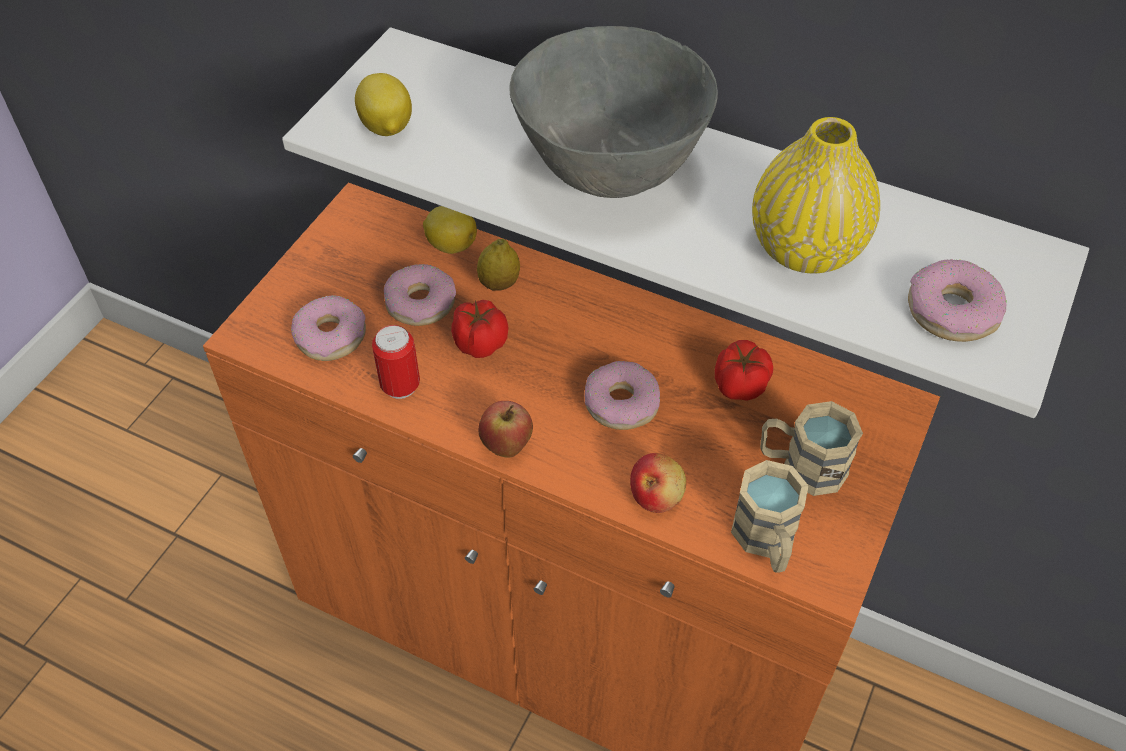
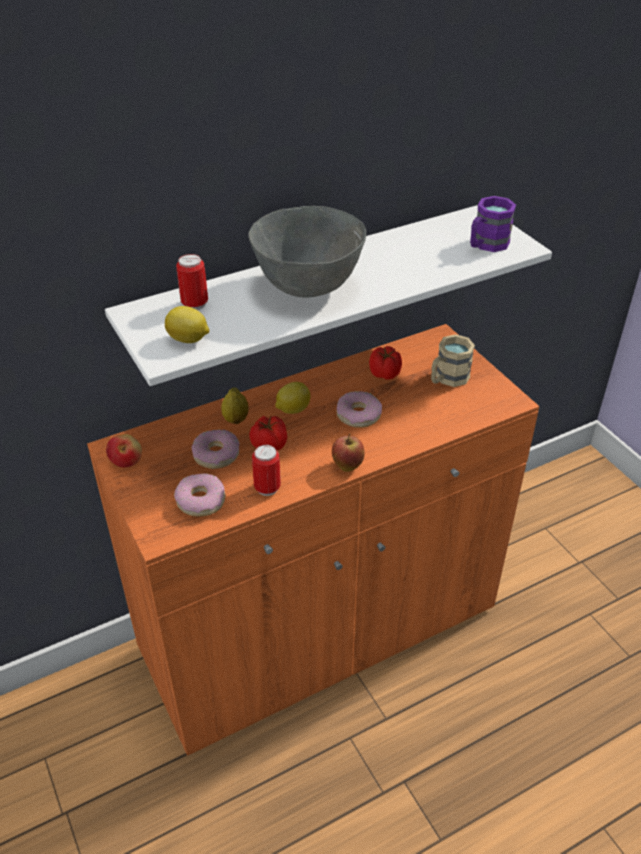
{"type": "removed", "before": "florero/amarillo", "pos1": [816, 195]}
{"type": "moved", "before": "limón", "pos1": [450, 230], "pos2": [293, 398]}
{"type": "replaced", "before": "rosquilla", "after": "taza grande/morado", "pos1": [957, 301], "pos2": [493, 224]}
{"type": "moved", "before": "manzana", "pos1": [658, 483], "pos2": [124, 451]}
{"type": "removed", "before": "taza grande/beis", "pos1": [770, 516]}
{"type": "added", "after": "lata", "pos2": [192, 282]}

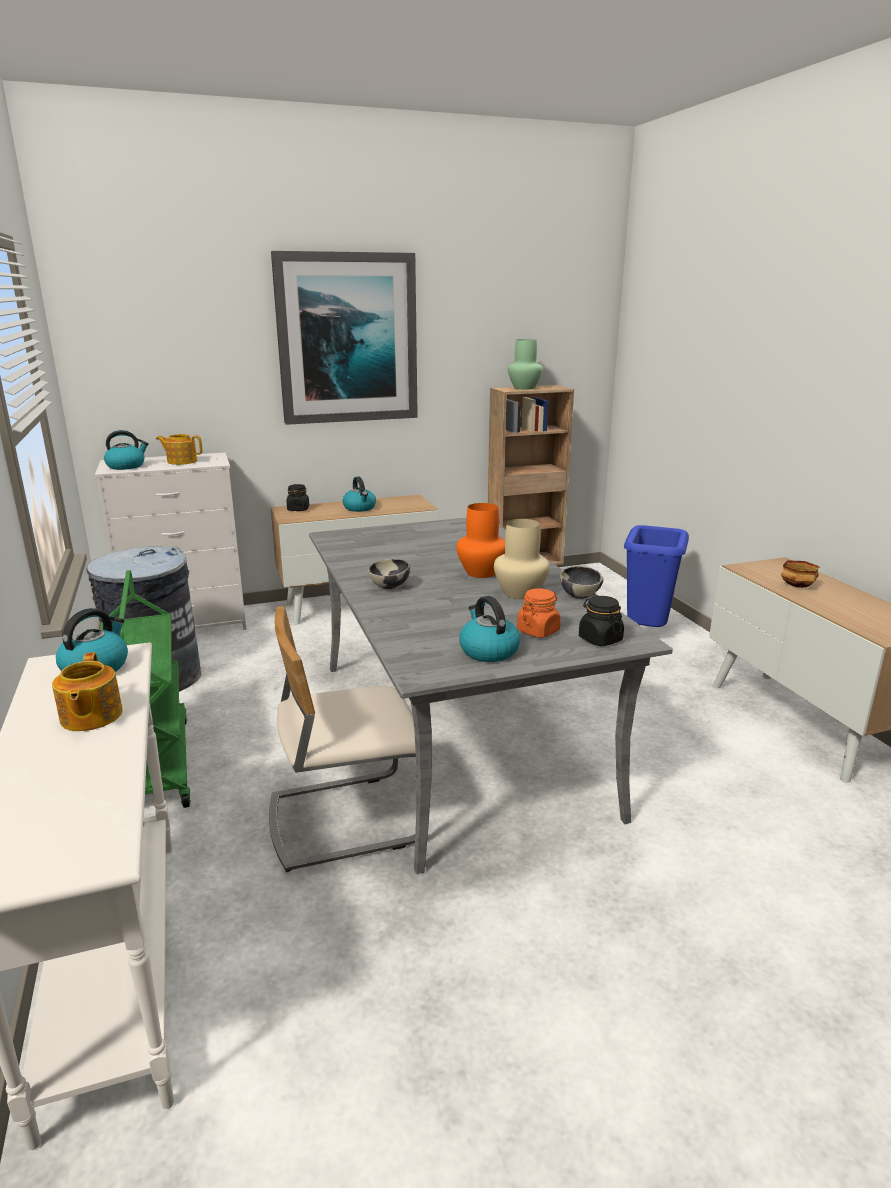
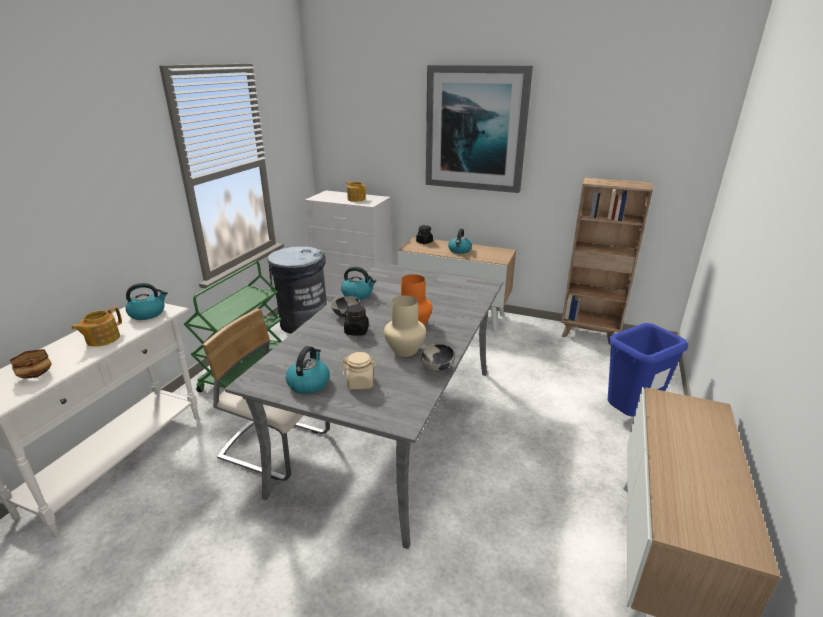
{"type": "removed", "before": "florero/verde", "pos1": [525, 364]}
{"type": "moved", "before": "hervidor", "pos1": [126, 450], "pos2": [358, 283]}
{"type": "moved", "before": "cuenco", "pos1": [800, 574], "pos2": [31, 364]}
{"type": "recoloured", "before": "tarro/naranja", "after": "tarro/beis", "pos1": [539, 613], "pos2": [360, 370]}
{"type": "moved", "before": "tarro/negro", "pos1": [601, 621], "pos2": [356, 320]}

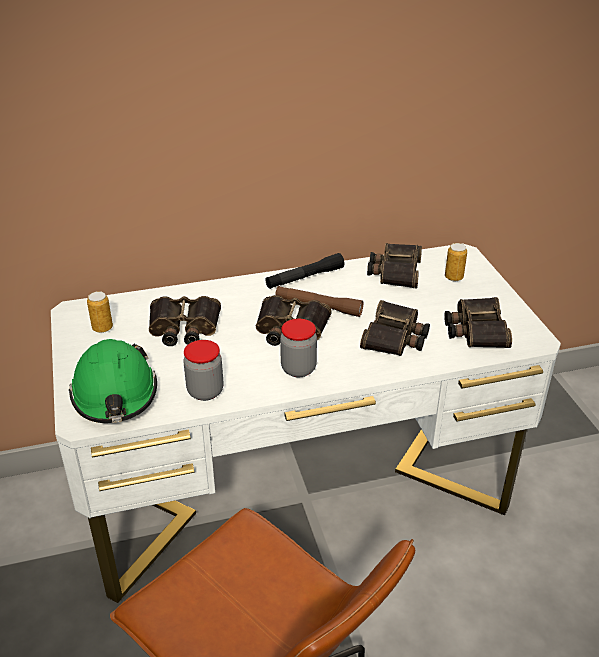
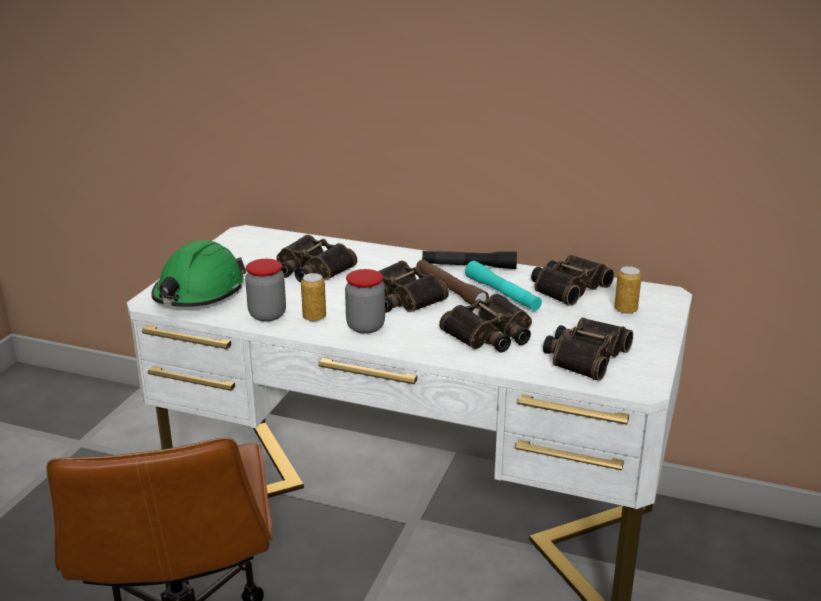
{"type": "moved", "before": "lata", "pos1": [100, 312], "pos2": [313, 297]}
{"type": "added", "after": "linterna/turquesa", "pos2": [503, 286]}

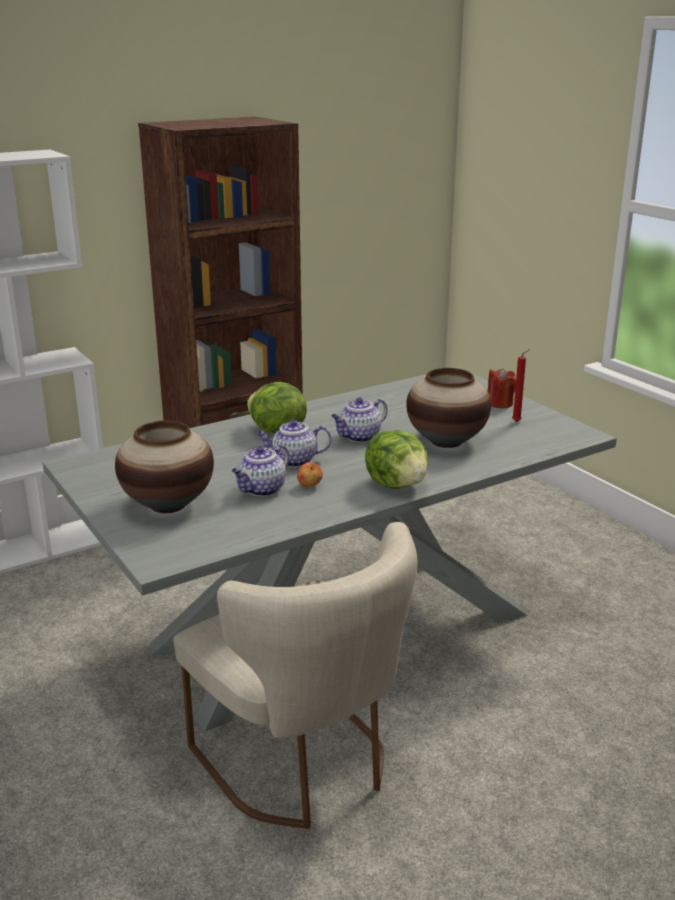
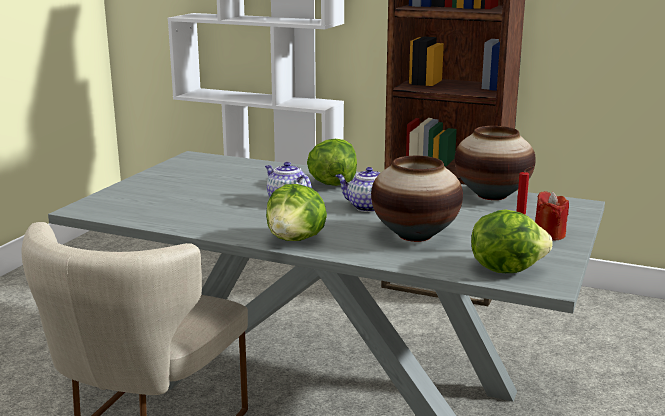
{"type": "moved", "before": "florero", "pos1": [164, 466], "pos2": [495, 163]}
{"type": "removed", "before": "tetera", "pos1": [260, 470]}
{"type": "removed", "before": "manzana", "pos1": [310, 474]}
{"type": "added", "after": "lechuga", "pos2": [512, 241]}

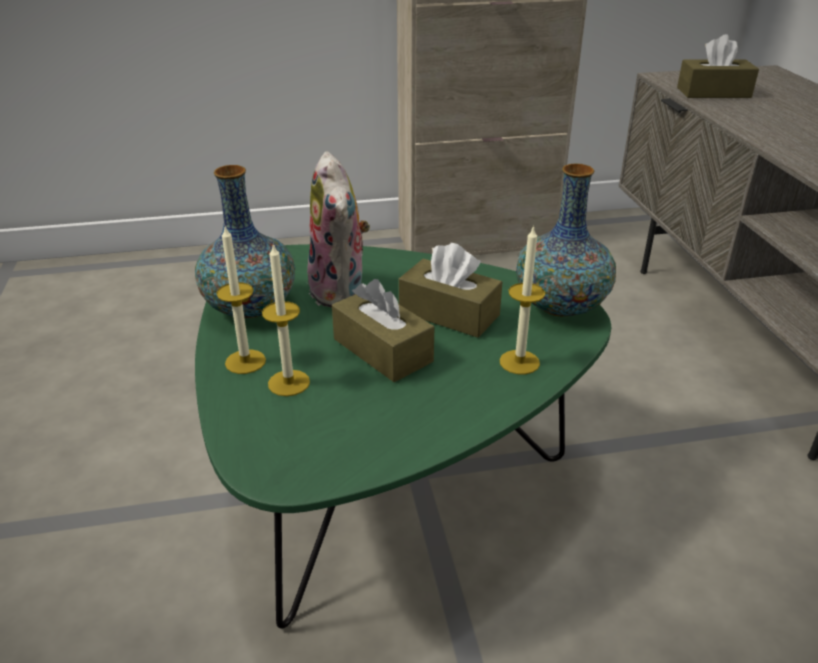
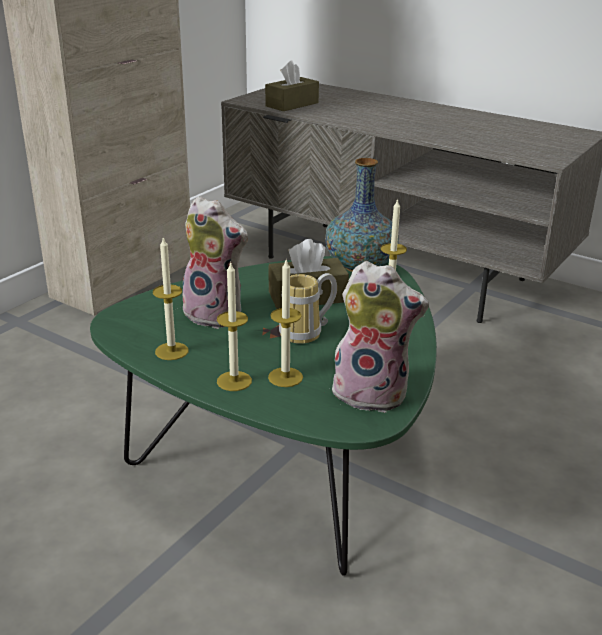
{"type": "replaced", "before": "florero", "after": "vela", "pos1": [245, 241], "pos2": [170, 298]}
{"type": "replaced", "before": "caja de pañuelos/marrón", "after": "taza grande", "pos1": [383, 330], "pos2": [308, 308]}
{"type": "added", "after": "peluche", "pos2": [380, 337]}

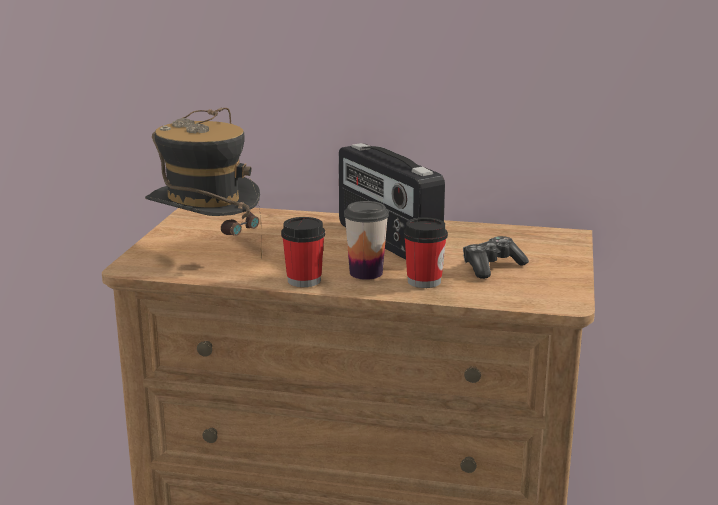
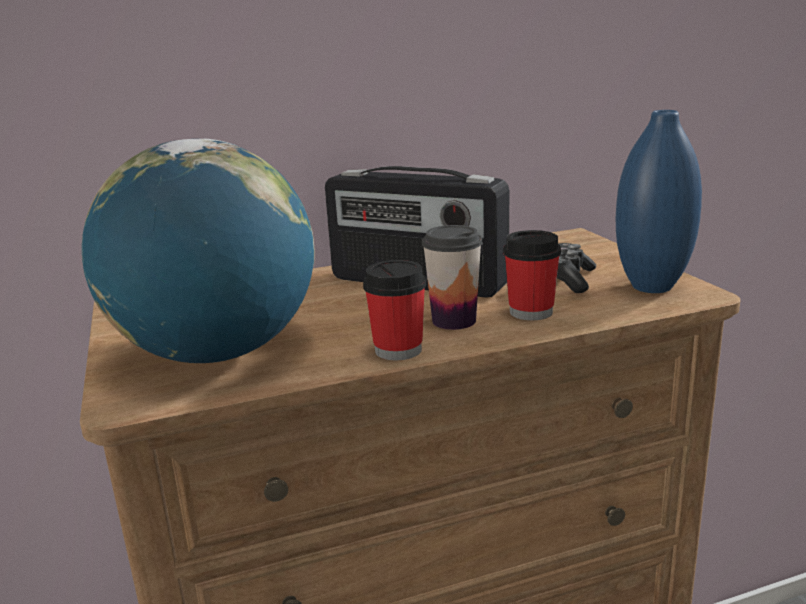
{"type": "replaced", "before": "sombrero", "after": "globo terráqueo", "pos1": [203, 183], "pos2": [198, 251]}
{"type": "added", "after": "florero/azul", "pos2": [659, 201]}

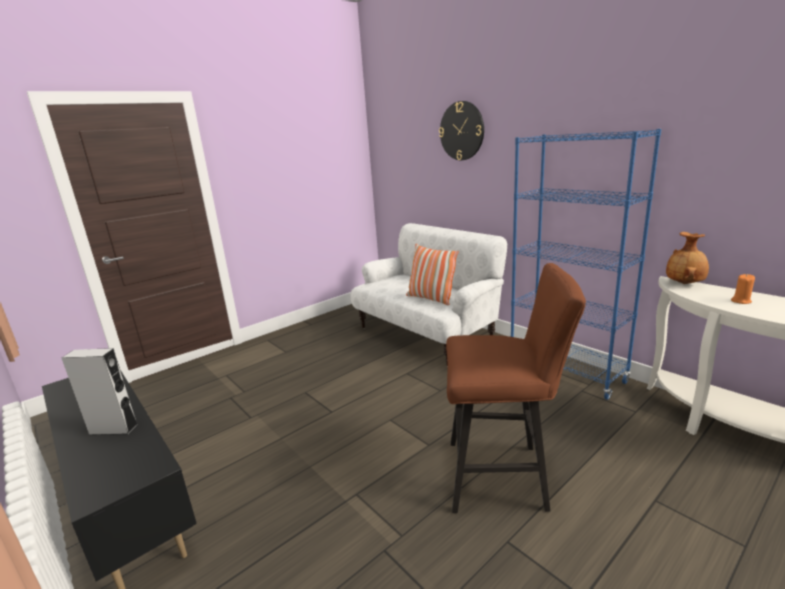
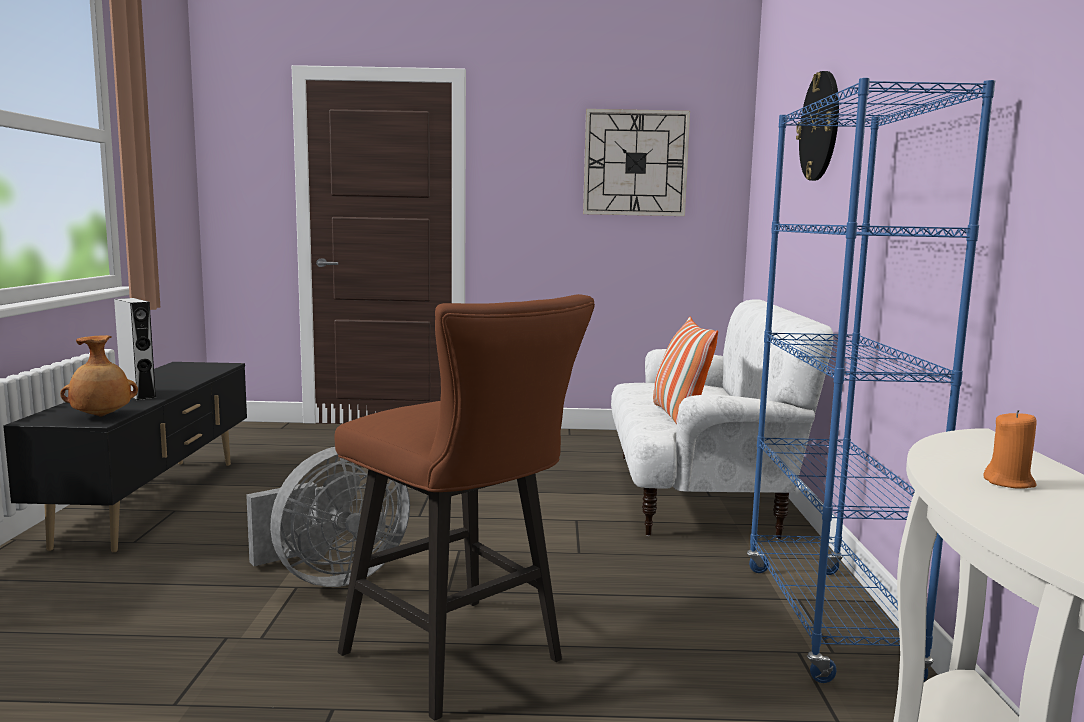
{"type": "moved", "before": "florero/marrón", "pos1": [687, 258], "pos2": [99, 376]}
{"type": "added", "after": "reloj de pared", "pos2": [636, 162]}
{"type": "added", "after": "ventilador/gris", "pos2": [328, 517]}

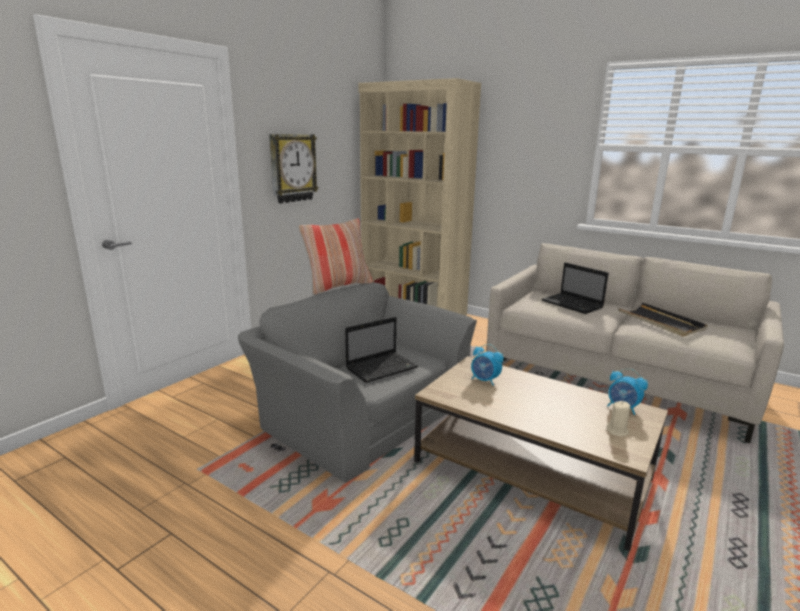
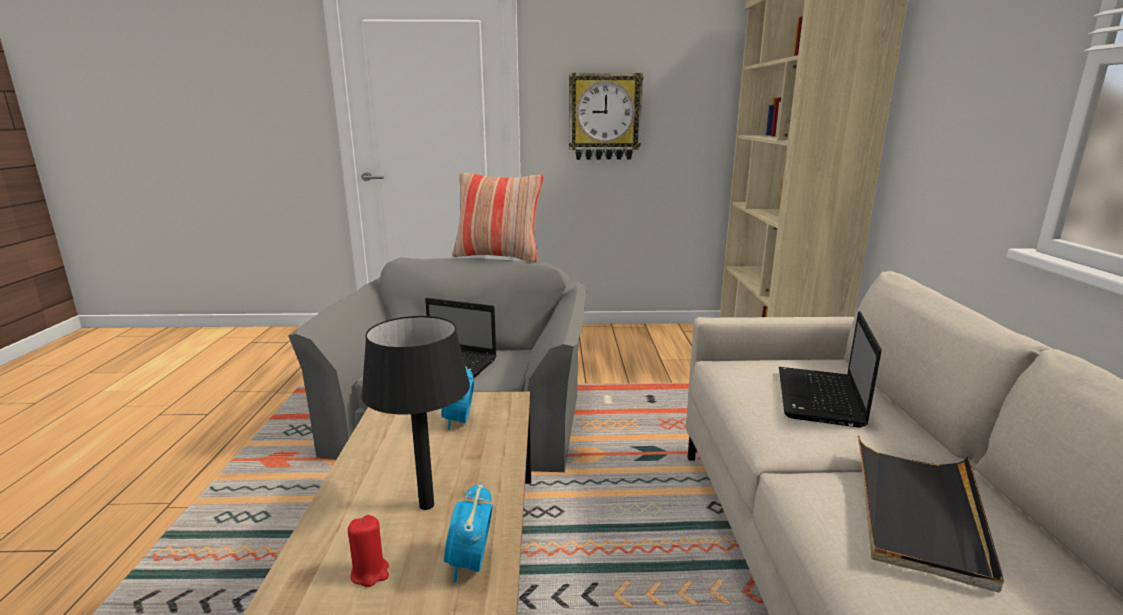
{"type": "recoloured", "before": "vela/beis", "after": "vela/rojo", "pos1": [618, 419], "pos2": [368, 551]}
{"type": "added", "after": "lámpara de mesa/negro", "pos2": [415, 413]}

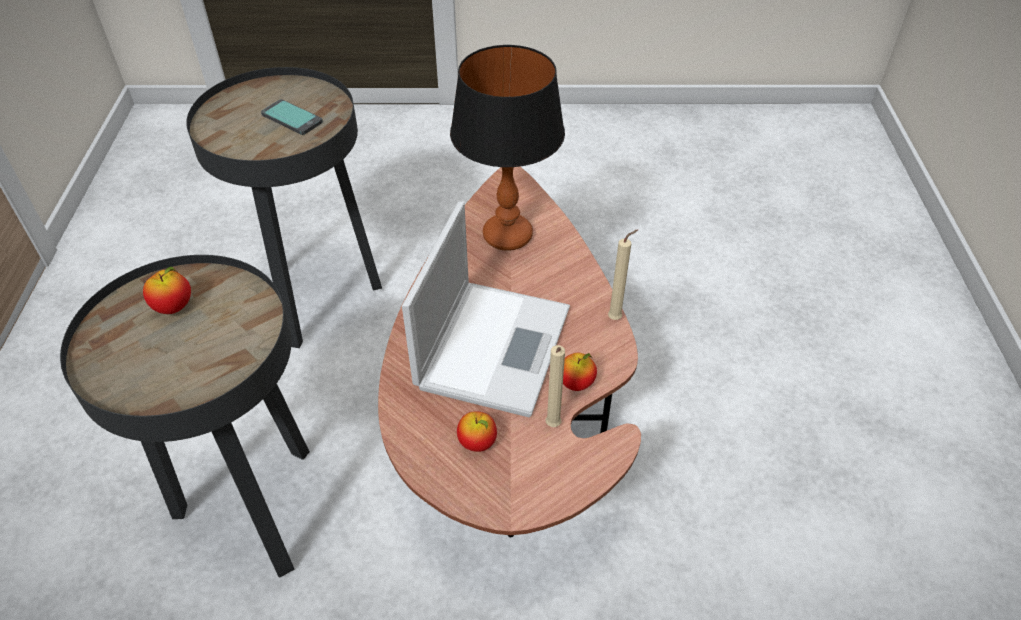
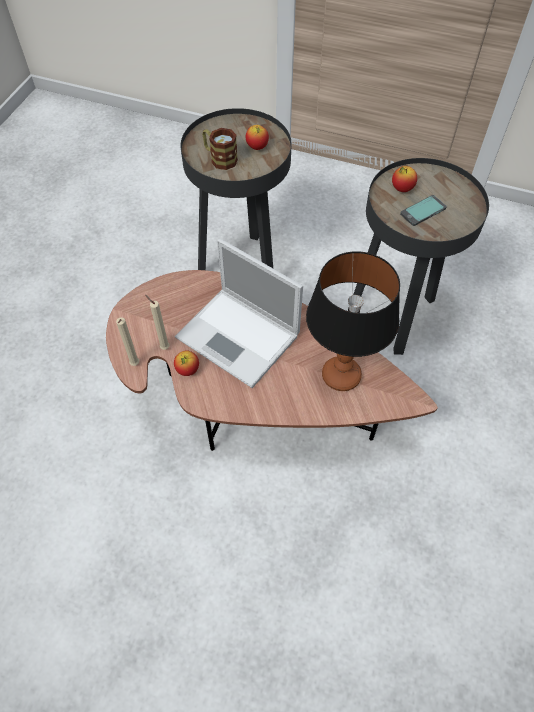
{"type": "moved", "before": "vela/beis", "pos1": [623, 274], "pos2": [127, 341]}
{"type": "moved", "before": "manzana", "pos1": [477, 431], "pos2": [404, 179]}
{"type": "added", "after": "taza grande", "pos2": [220, 149]}

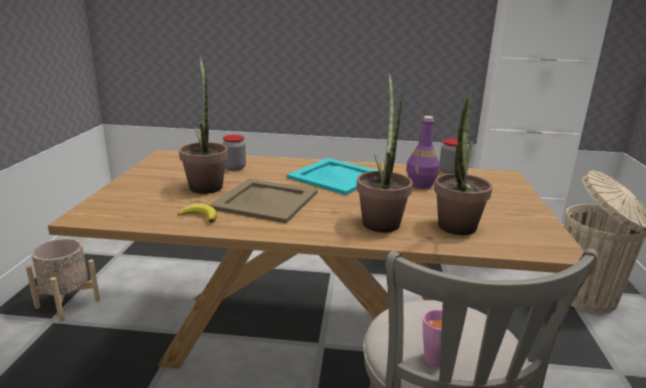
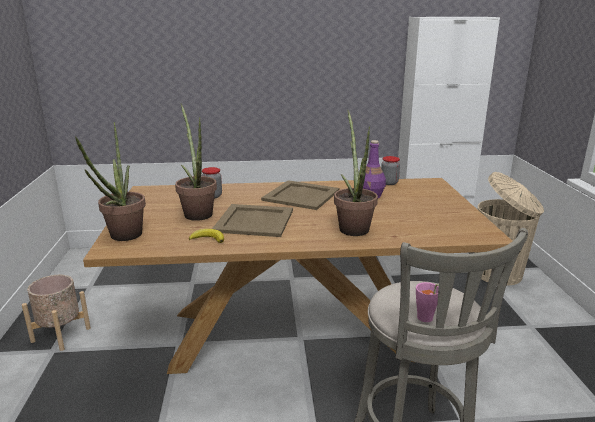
{"type": "moved", "before": "planta en maceta", "pos1": [463, 160], "pos2": [110, 181]}
{"type": "recoloured", "before": "bandeja/turquesa", "after": "bandeja/beis", "pos1": [333, 176], "pos2": [300, 195]}

